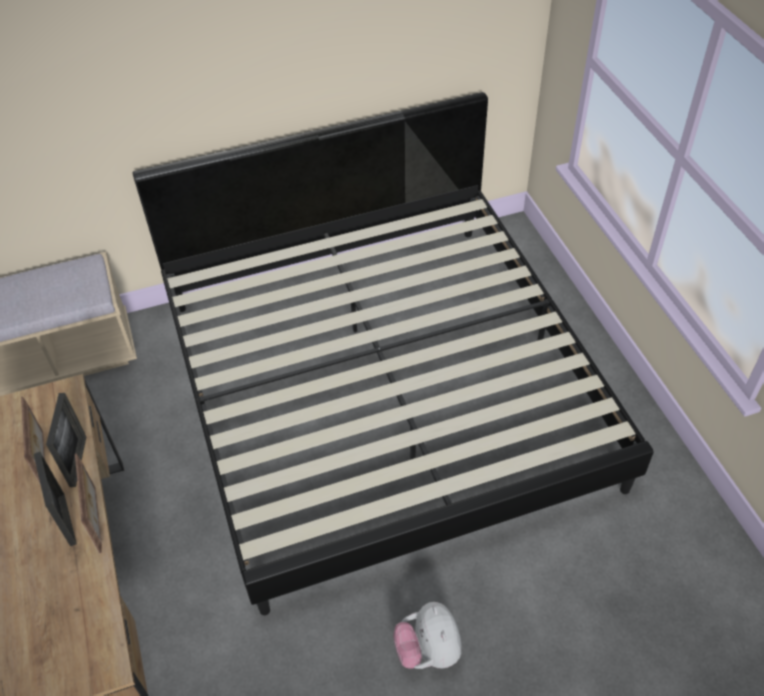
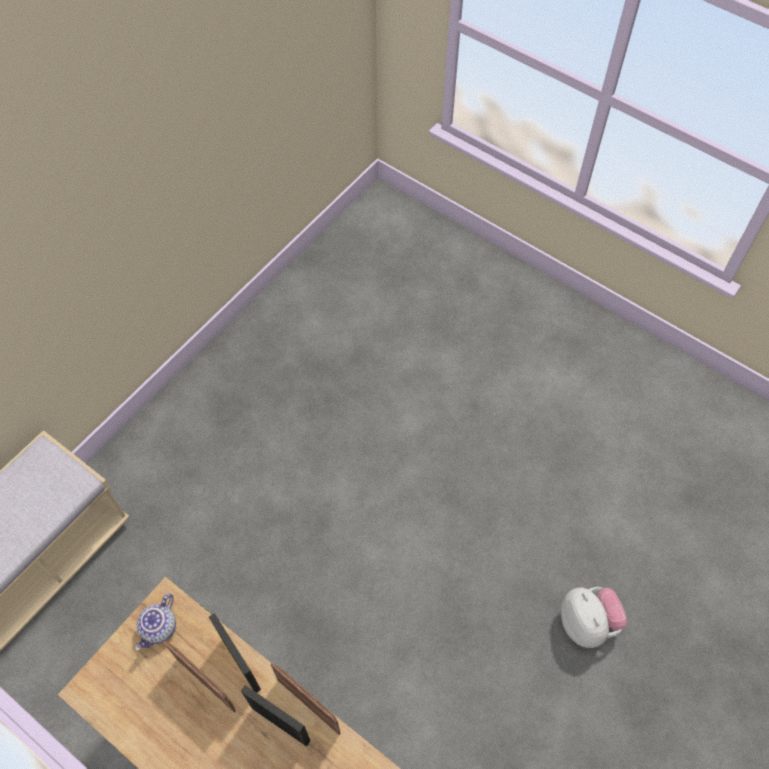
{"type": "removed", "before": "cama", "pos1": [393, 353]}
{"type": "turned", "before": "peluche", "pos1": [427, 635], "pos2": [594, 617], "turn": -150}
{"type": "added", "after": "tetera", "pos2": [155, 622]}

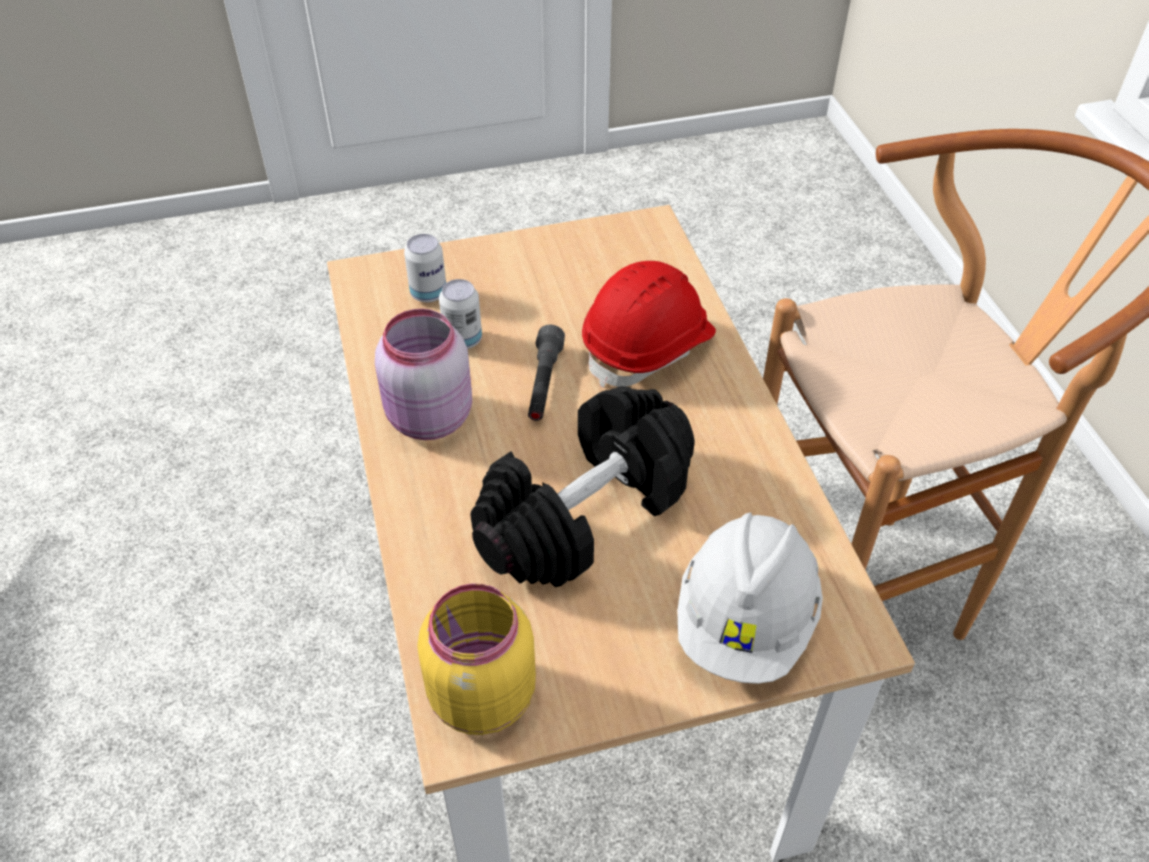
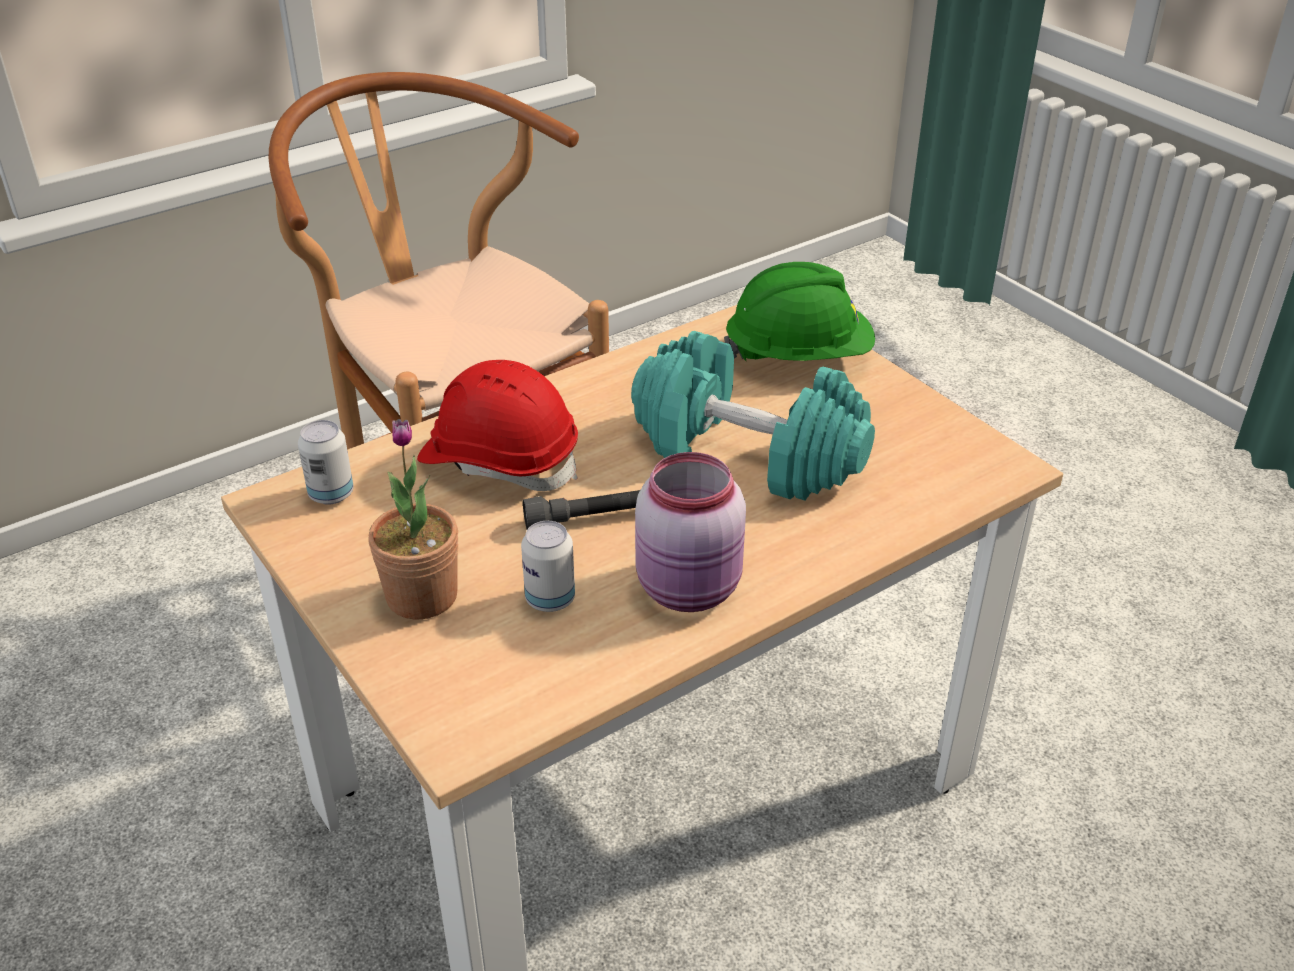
{"type": "moved", "before": "lata", "pos1": [425, 268], "pos2": [326, 462]}
{"type": "recoloured", "before": "mancuerna/negro", "after": "mancuerna/turquesa", "pos1": [582, 486], "pos2": [753, 416]}
{"type": "recoloured", "before": "casco/blanco", "after": "casco/verde", "pos1": [750, 598], "pos2": [799, 312]}
{"type": "removed", "before": "tarro/amarillo", "pos1": [476, 659]}
{"type": "added", "after": "planta en maceta", "pos2": [413, 519]}

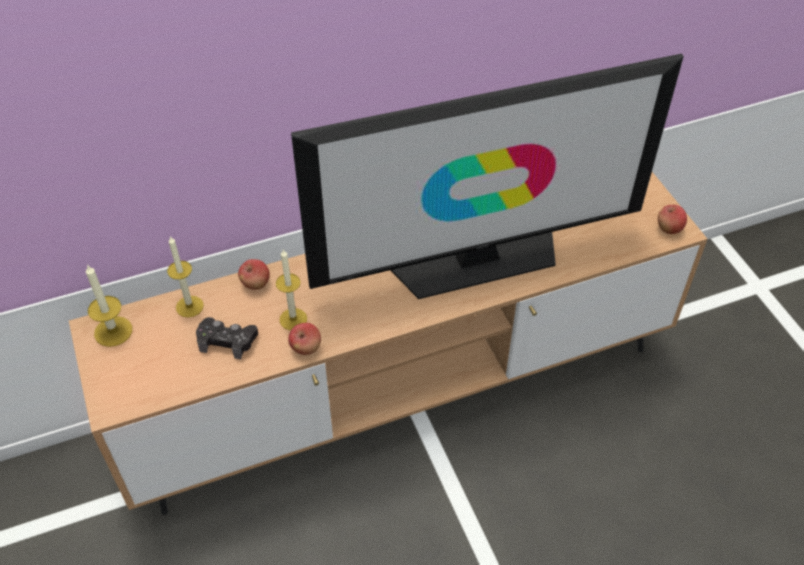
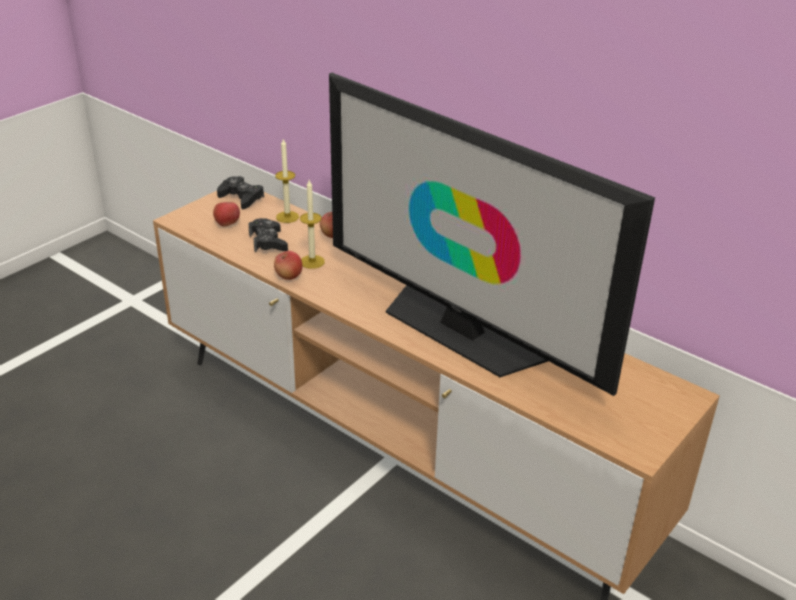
{"type": "moved", "before": "manzana", "pos1": [672, 219], "pos2": [226, 214]}
{"type": "replaced", "before": "vela", "after": "mando de consola/negro", "pos1": [109, 305], "pos2": [240, 192]}

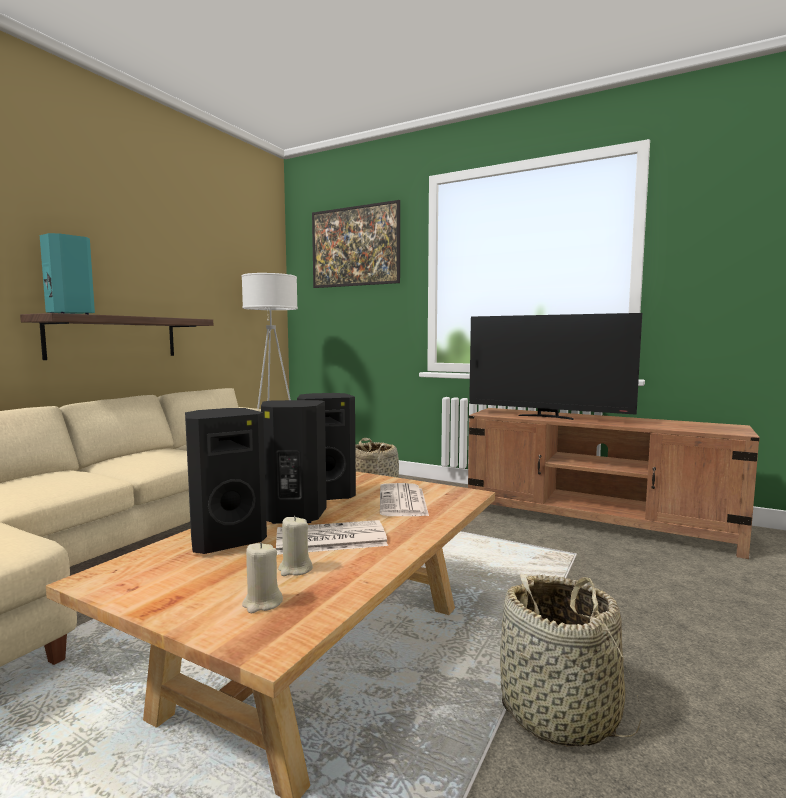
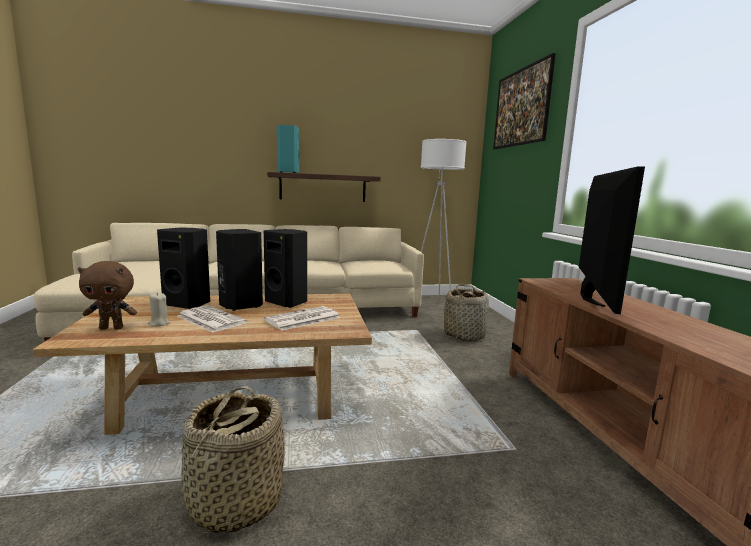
{"type": "turned", "before": "televisor", "pos1": [555, 366], "pos2": [612, 240], "turn": -150}
{"type": "replaced", "before": "vela/beis", "after": "peluche/marrón", "pos1": [262, 577], "pos2": [107, 295]}

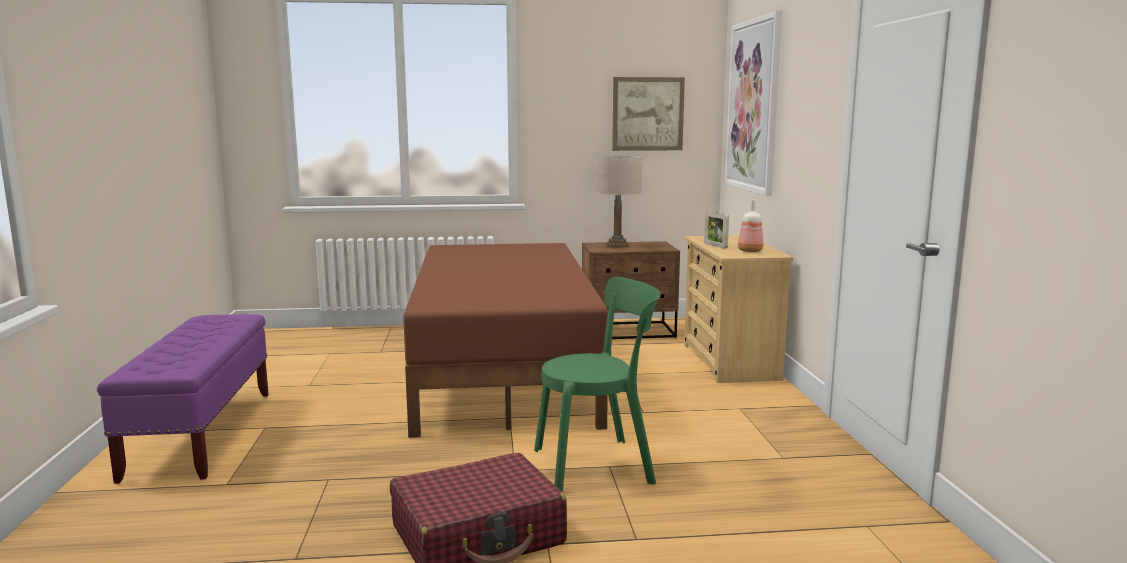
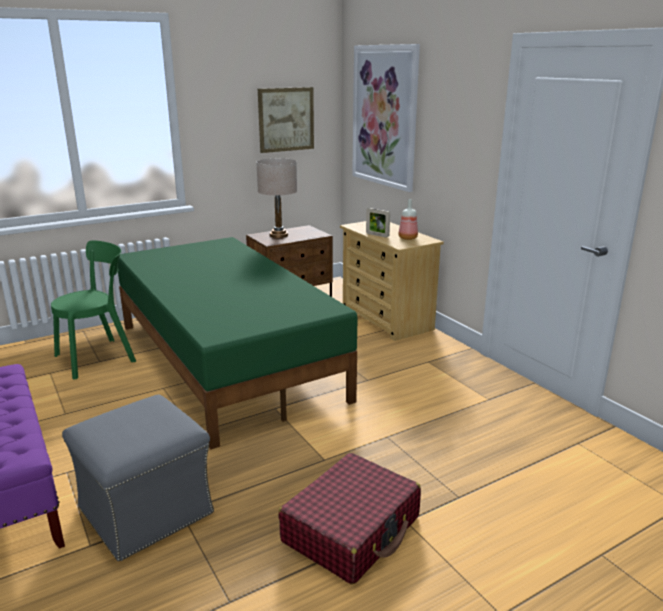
{"type": "recoloured", "before": "cama/marrón", "after": "cama/verde", "pos1": [505, 340], "pos2": [238, 343]}
{"type": "moved", "before": "silla/verde", "pos1": [597, 384], "pos2": [93, 309]}
{"type": "added", "after": "puf/gris", "pos2": [138, 477]}

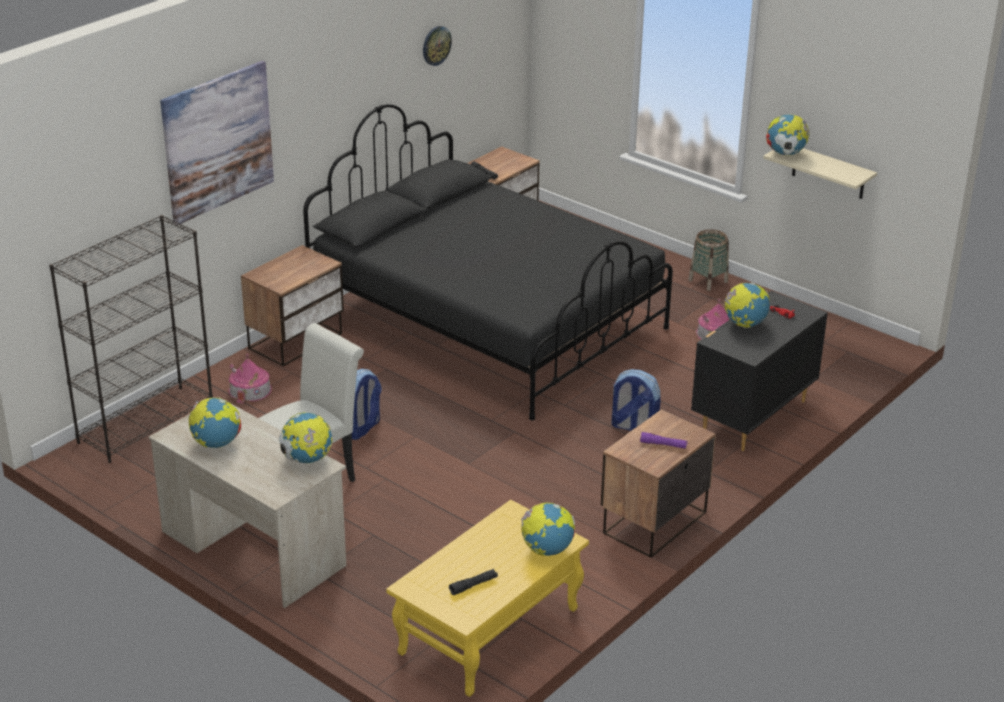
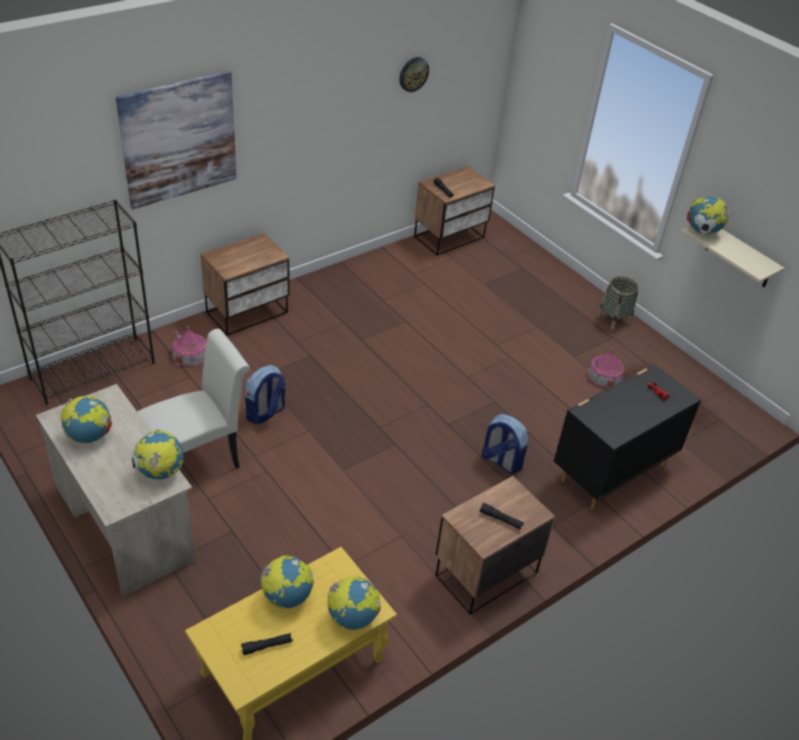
{"type": "removed", "before": "cama/negro", "pos1": [488, 262]}
{"type": "moved", "before": "globo terráqueo", "pos1": [747, 305], "pos2": [287, 582]}
{"type": "recoloured", "before": "linterna/morado", "after": "linterna/negro", "pos1": [664, 440], "pos2": [502, 516]}

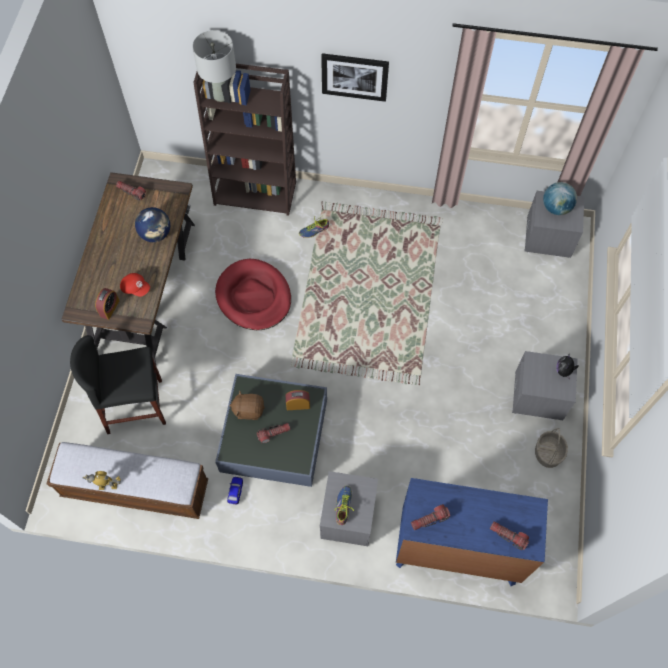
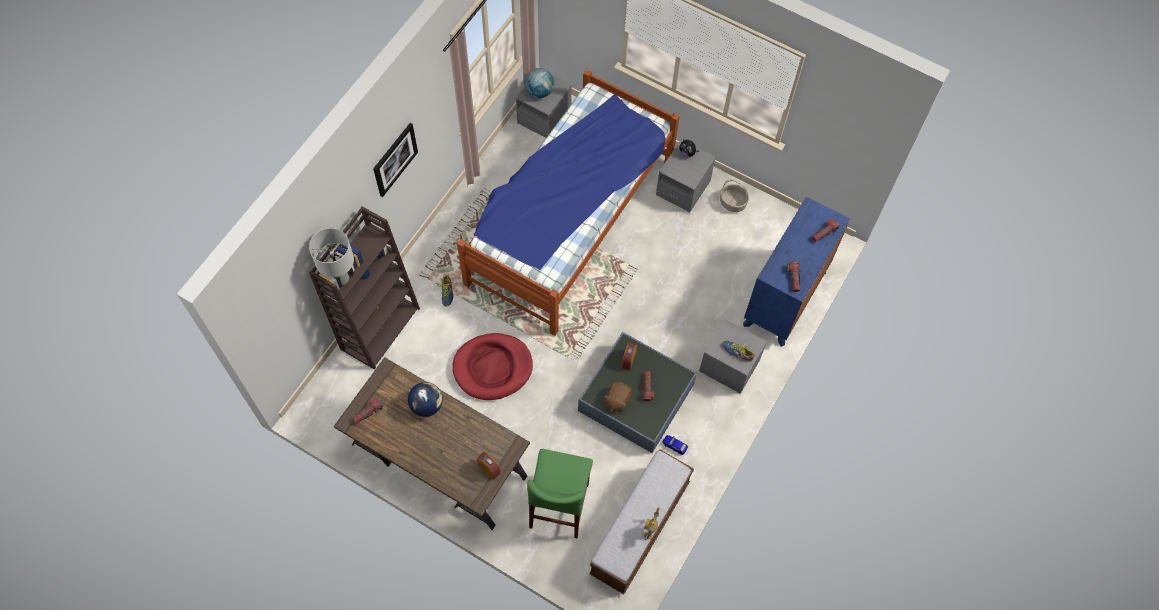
{"type": "removed", "before": "gorra/rojo", "pos1": [135, 285]}
{"type": "recoloured", "before": "taburete/negro", "after": "taburete/verde", "pos1": [118, 384], "pos2": [560, 493]}
{"type": "added", "after": "cama", "pos2": [568, 202]}

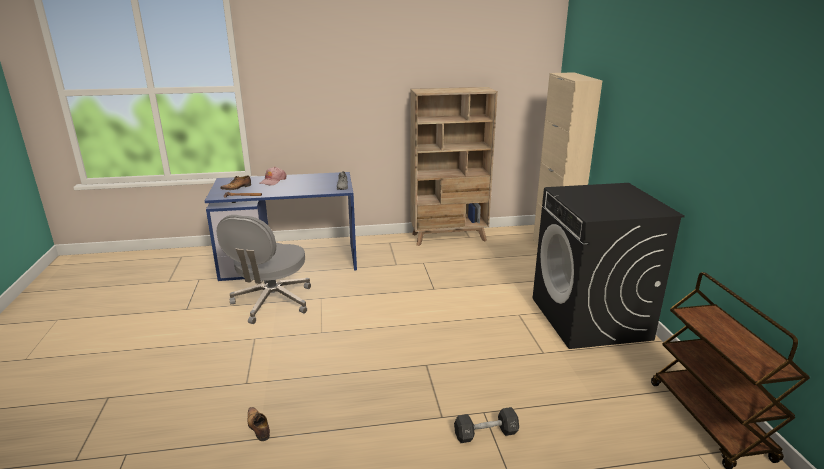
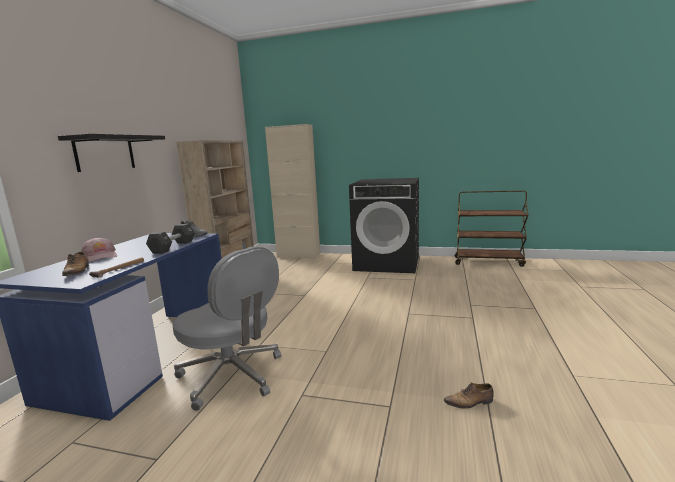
{"type": "moved", "before": "mancuerna/negro", "pos1": [486, 425], "pos2": [170, 239]}
{"type": "added", "after": "estante/negro", "pos2": [111, 153]}

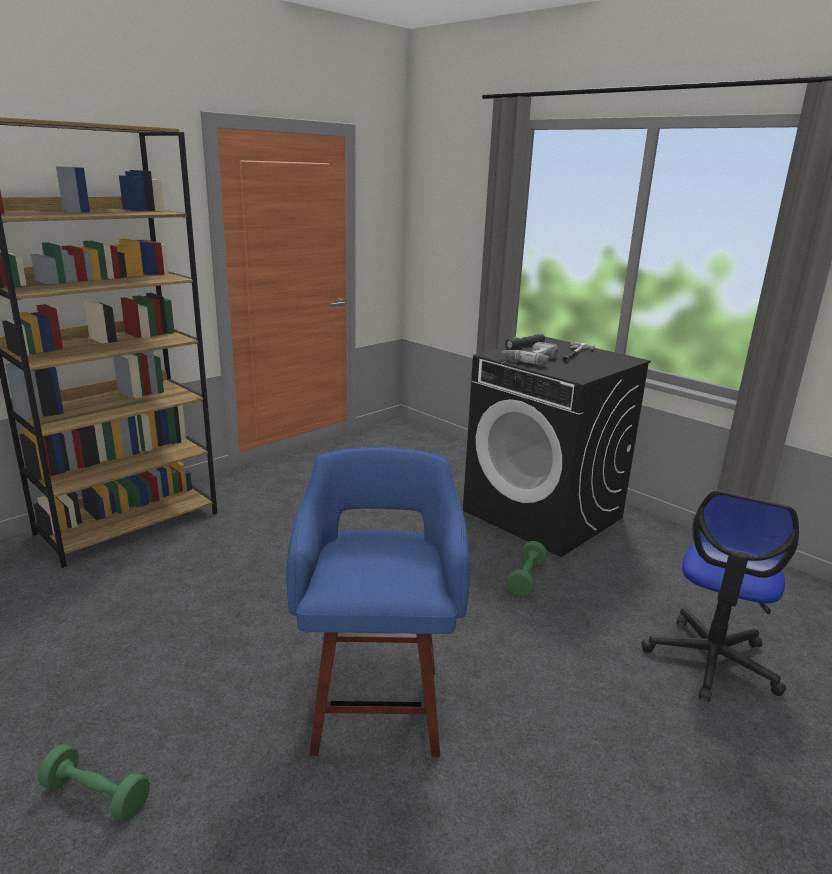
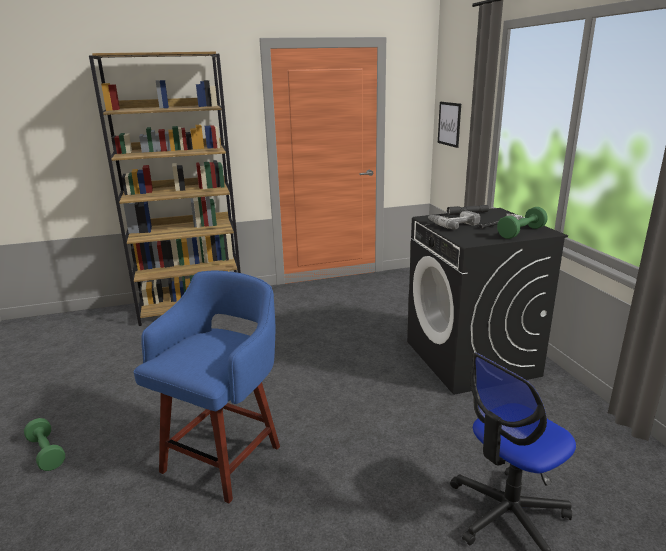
{"type": "moved", "before": "mancuerna/verde", "pos1": [526, 569], "pos2": [522, 223]}
{"type": "added", "after": "cuadro", "pos2": [449, 125]}

